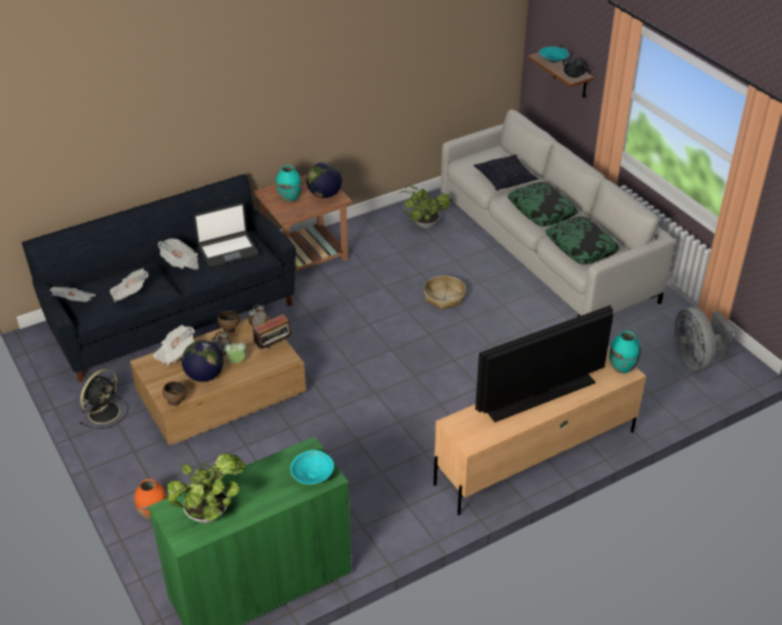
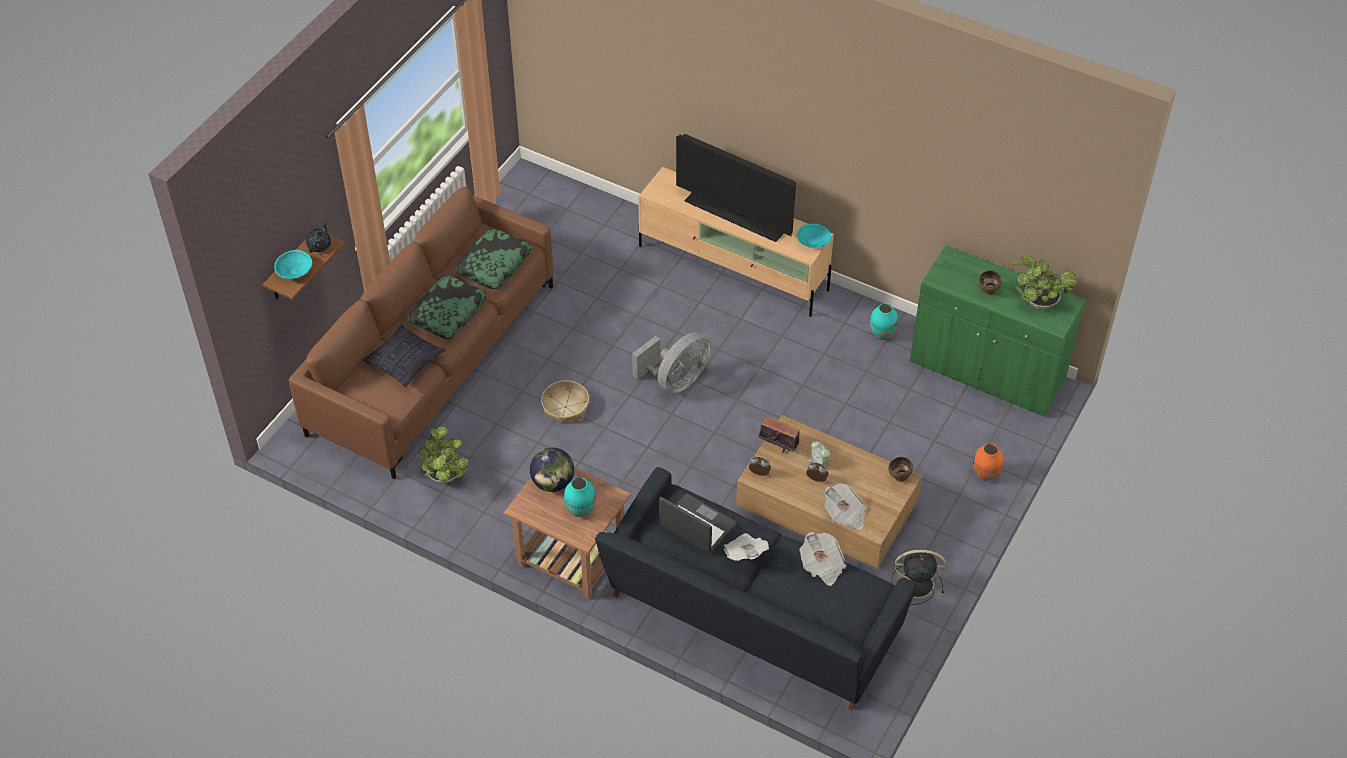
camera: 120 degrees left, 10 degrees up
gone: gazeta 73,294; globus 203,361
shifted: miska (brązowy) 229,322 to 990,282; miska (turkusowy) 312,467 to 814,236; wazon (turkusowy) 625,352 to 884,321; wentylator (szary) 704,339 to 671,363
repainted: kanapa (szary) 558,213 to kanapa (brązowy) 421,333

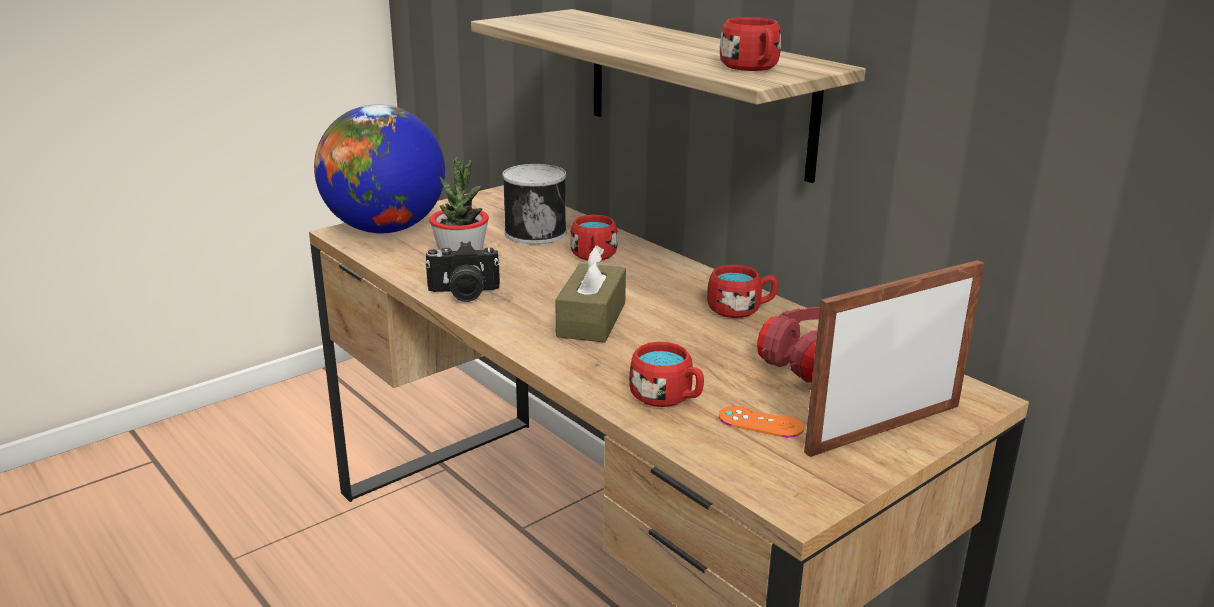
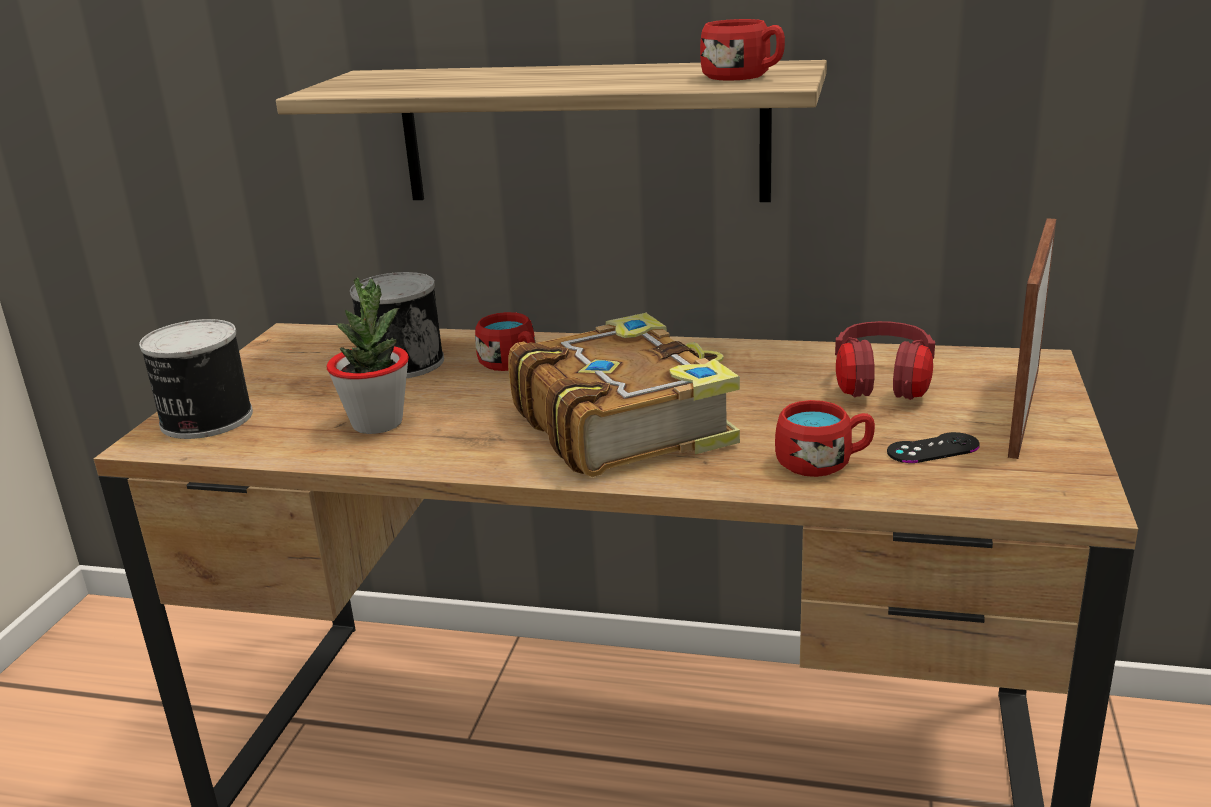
camera: 35 degrees left, 0 degrees up
gone: aparat fotograficzny 462,272; kubek (czerwony) 742,291
swapped: globus 379,168 to puszka 196,379; pudełko chusteczek (brązowy) 590,294 to książka 624,395
repainted: pad do gier (pomarańczowy) 761,422 to pad do gier (czarny) 933,447

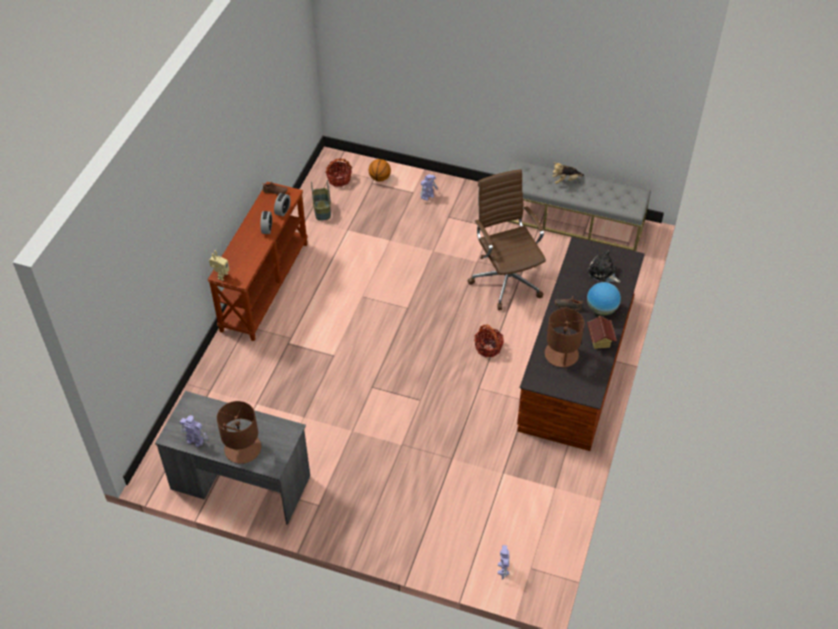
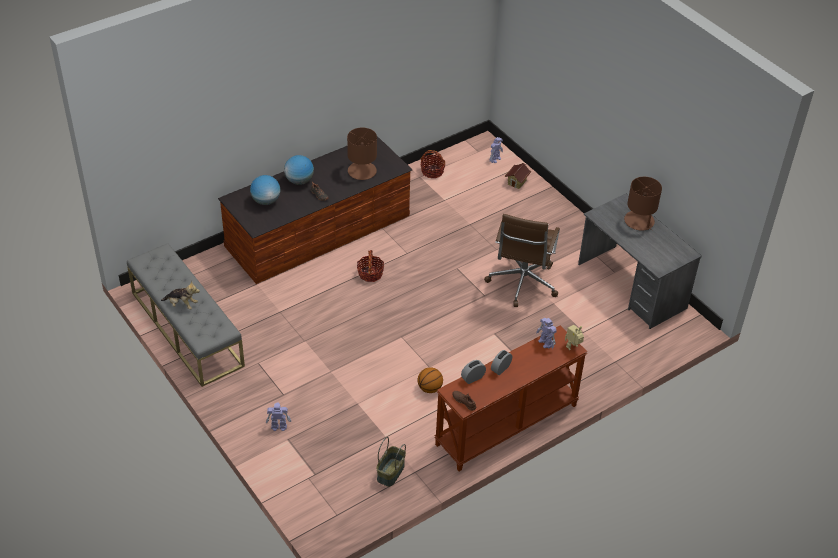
camera: 145 degrees left, 5 degrees down
shifted: robot zabawkowy 193,431 to 546,333; koszyk 339,172 to 432,164; piłka do koszykówki 380,170 to 430,380; krzesło biurowe (brązowy) 506,239 to 522,260; domek 602,332 to 518,176
swapped: pluszak 604,266 to globus 265,190

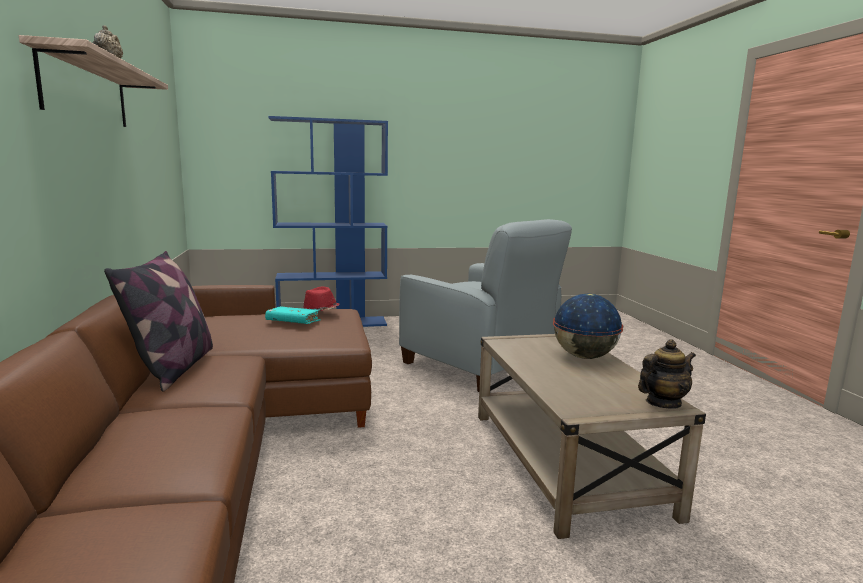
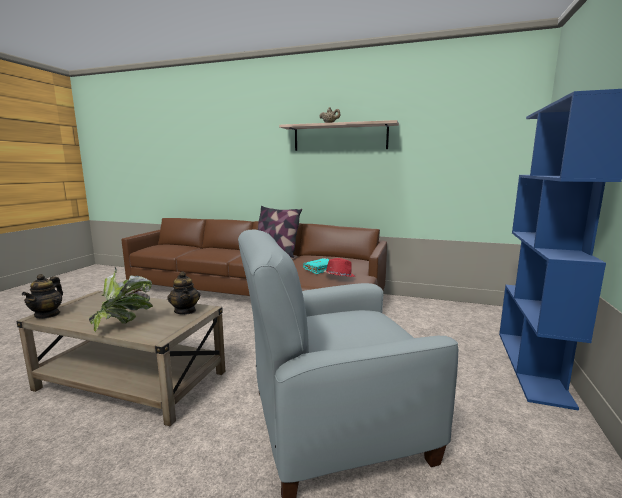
camera: 120 degrees right, 0 degrees up
new: imbryk 183,293
swapped: globus 588,326 to roślina doniczkowa 121,299

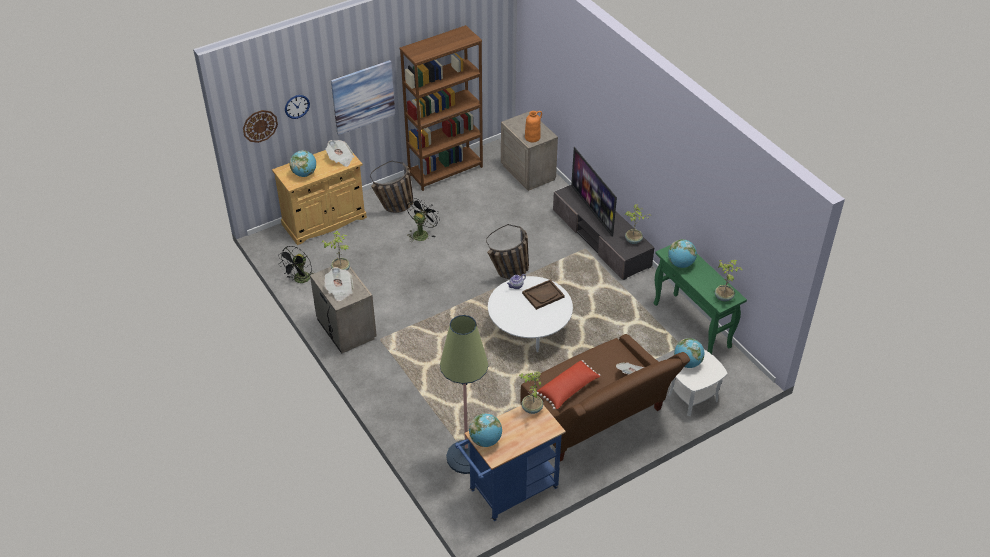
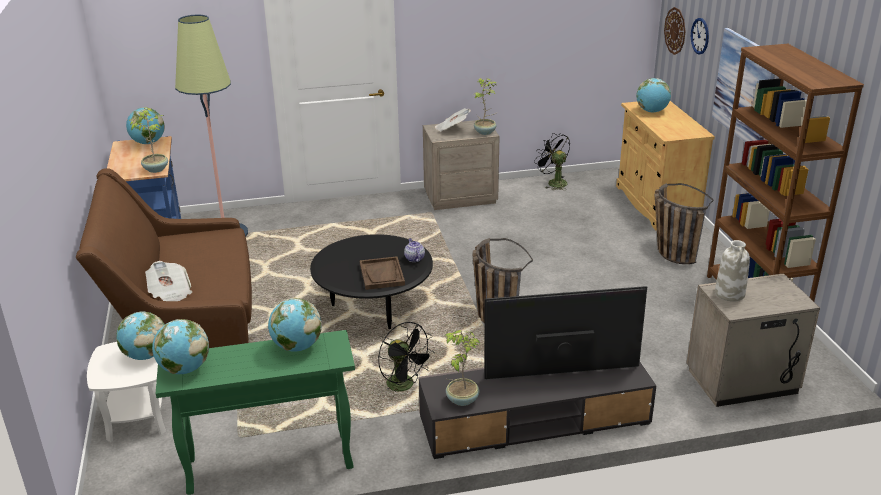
camera: 110 degrees right, 15 degrees down
gone: gazeta 340,153; poduszka (czerwony) 568,384
shifted: wentylator (czarny) 423,220 to 406,356
swapped: roślina doniczkowa 728,281 to globus 180,346
repainted: ława (biały) 530,314 to ława (czarny) 371,281; wazon (pomarańczowy) 533,126 to wazon (biały) 732,271

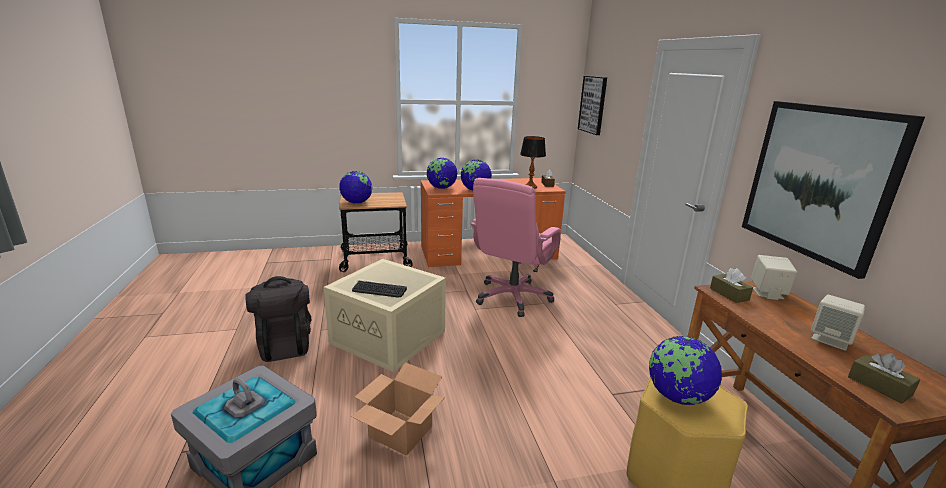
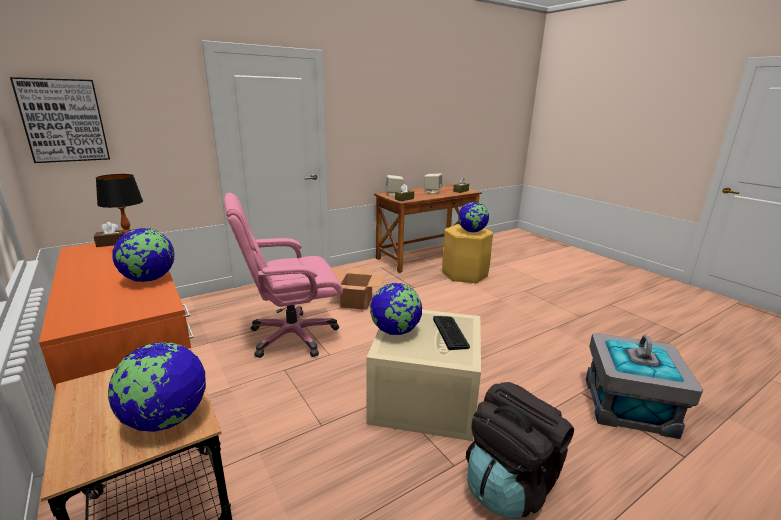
camera: 110 degrees left, 0 degrees up
gone: obraz 833,190
shifted: karton 398,409 to 359,288; globus 442,173 to 396,309
rotated: krzesło biurowe (różowy) 516,247 = 283,275 150 degrees clockwise

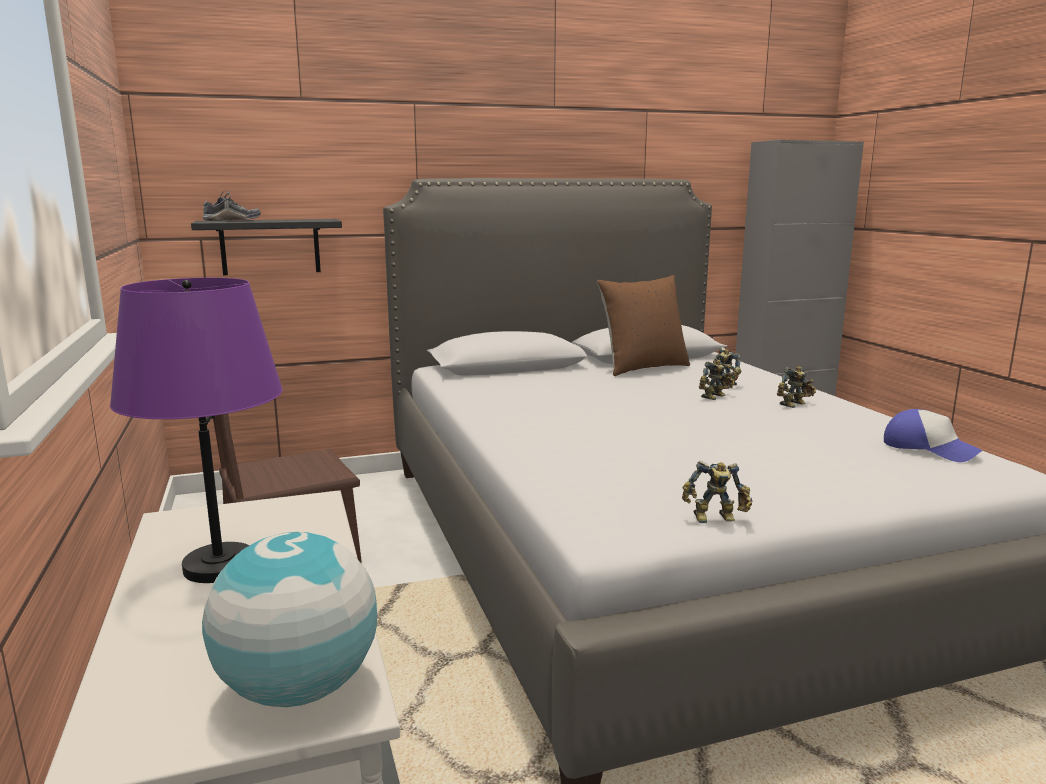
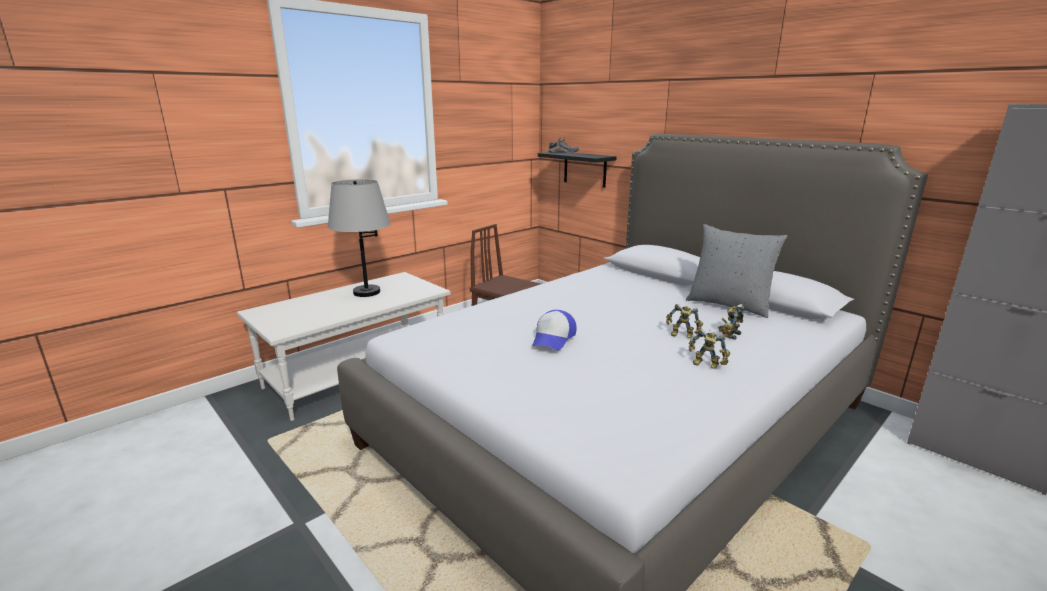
camera: 65 degrees right, 5 degrees up
gone: globus 289,619; robot zabawkowy 717,492
shifted: czapka z daszkiem 933,435 to 555,330
repainted: lampa stołowa (fioletowy) 196,430 to lampa stołowa (szary) 359,238; poduszka (brązowy) 643,325 to poduszka (szary) 736,271

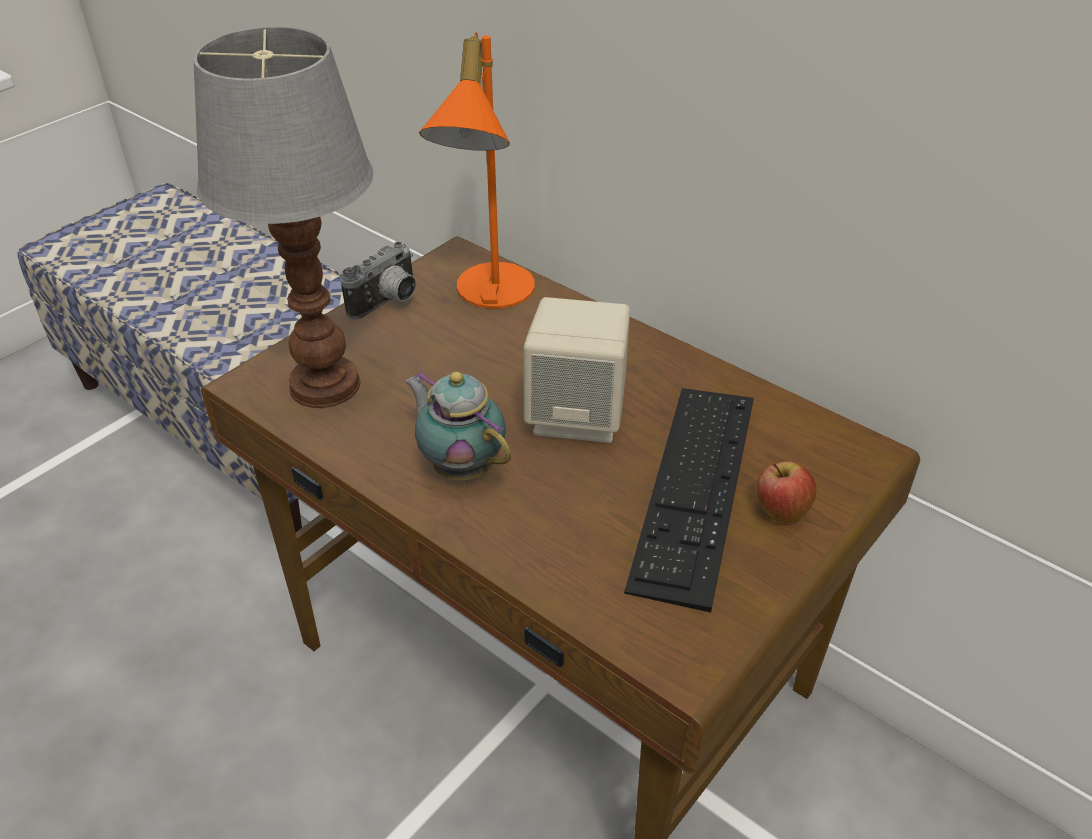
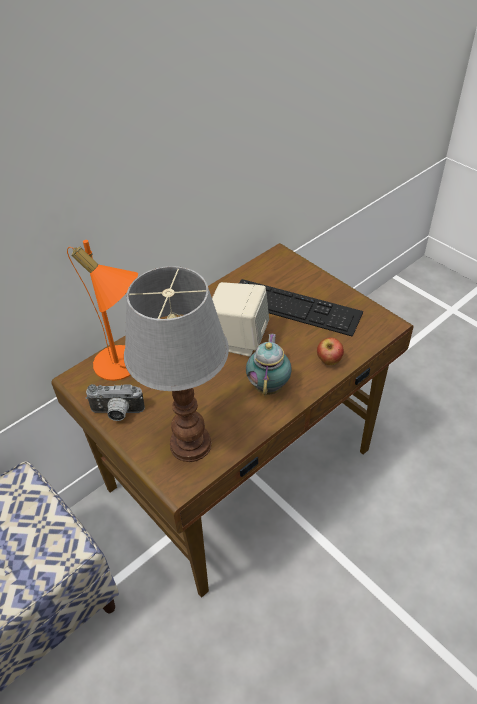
camera: 80 degrees left, 5 degrees up
shifted: jabłko 787,492 to 330,351
rotated: aparat fotograficzny 378,280 = 115,402 135 degrees clockwise; imbryk 458,426 = 269,365 135 degrees clockwise

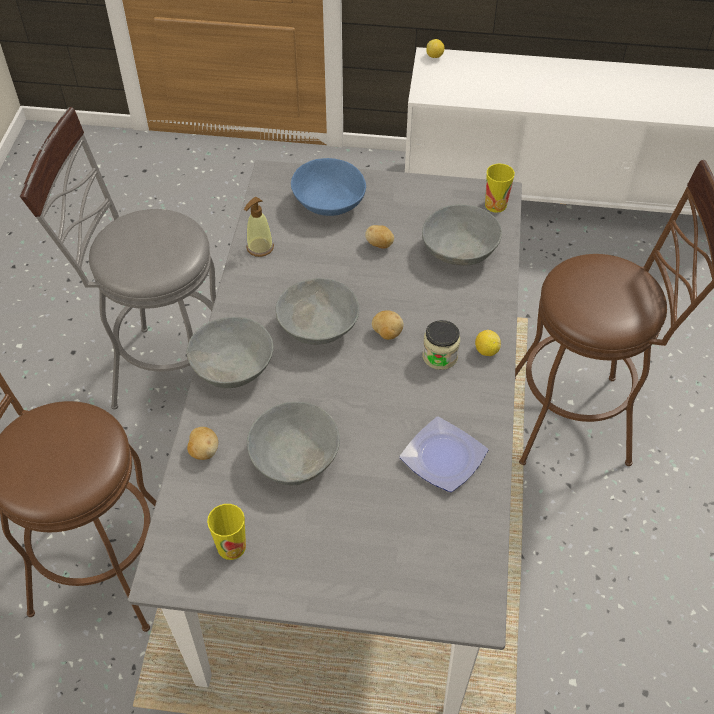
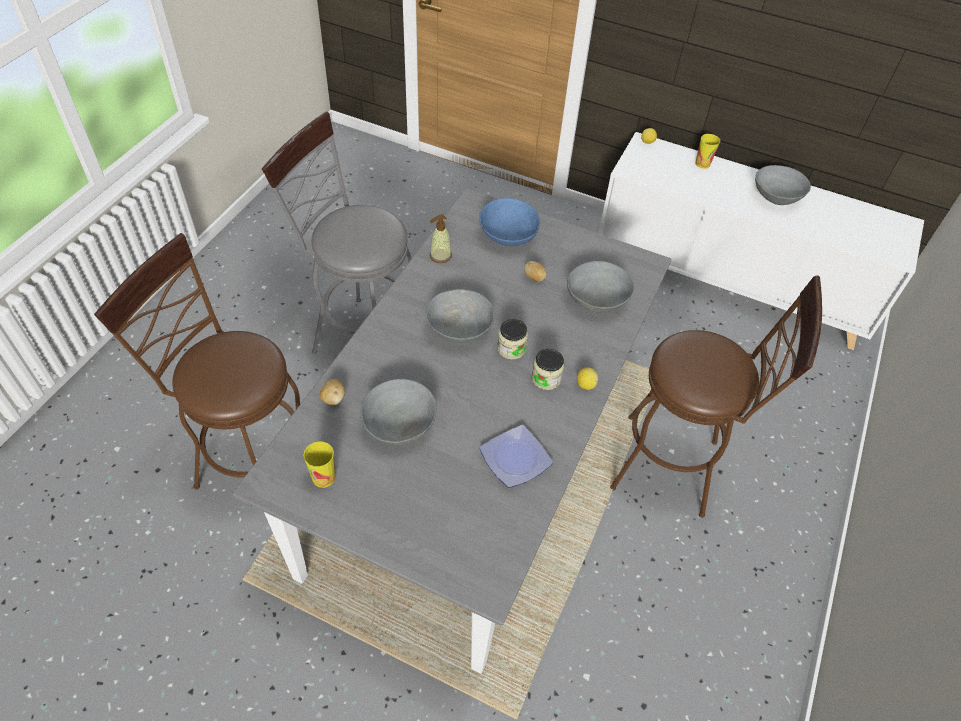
camera: 15 degrees right, 0 degrees up
shifted: miska (szary) 230,352 to 783,185; filiżanka 500,188 to 707,151
swapped: ziemniak 388,325 to słoik 512,339

